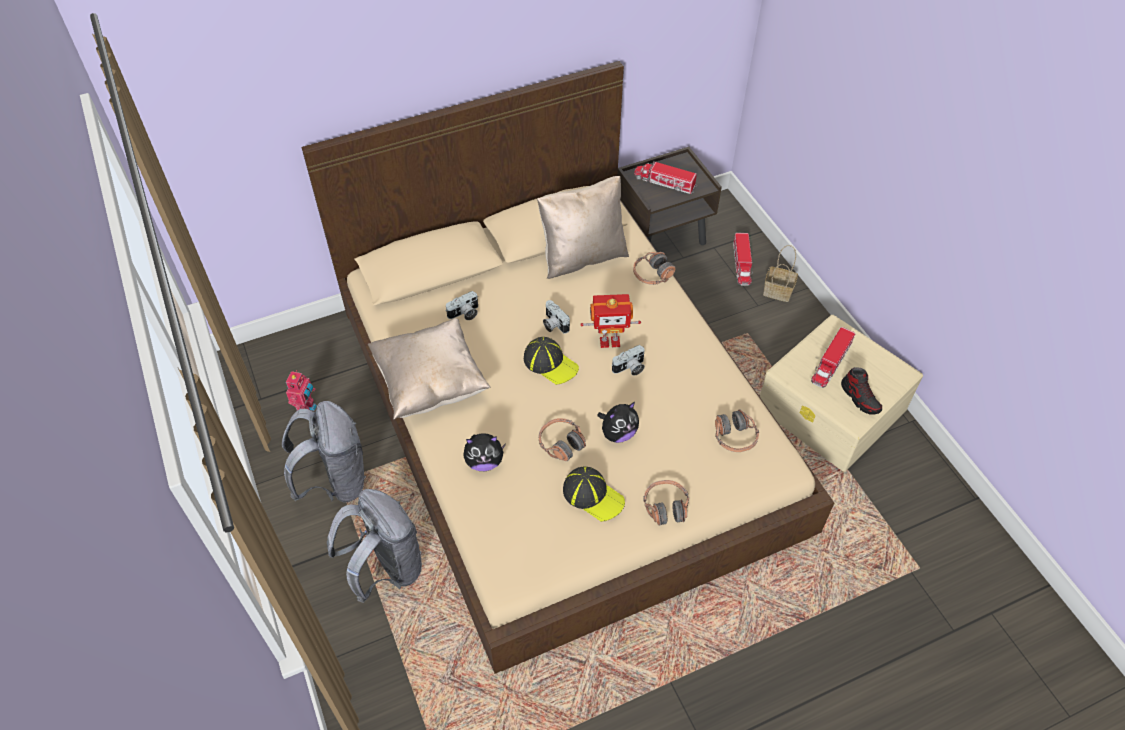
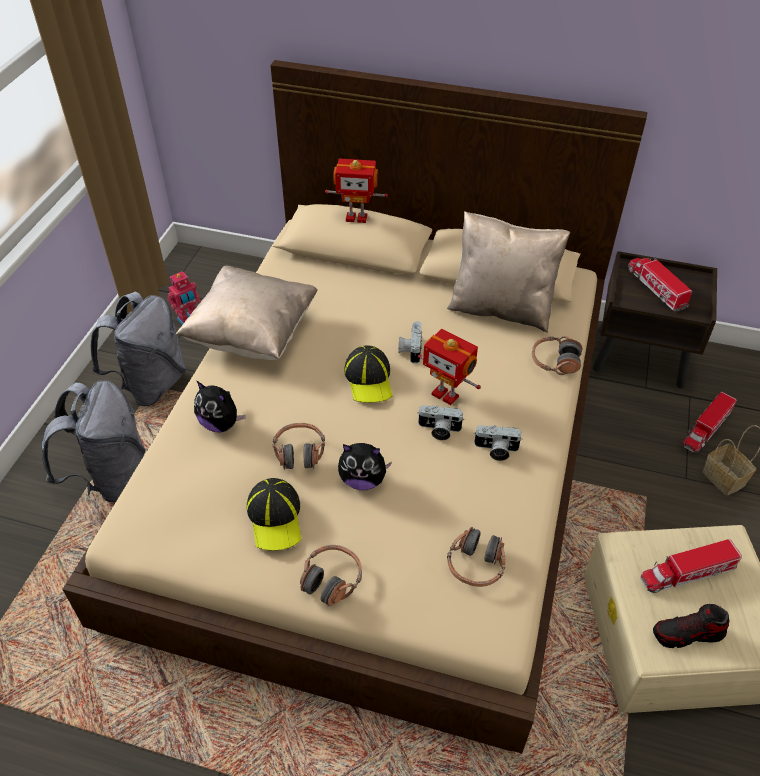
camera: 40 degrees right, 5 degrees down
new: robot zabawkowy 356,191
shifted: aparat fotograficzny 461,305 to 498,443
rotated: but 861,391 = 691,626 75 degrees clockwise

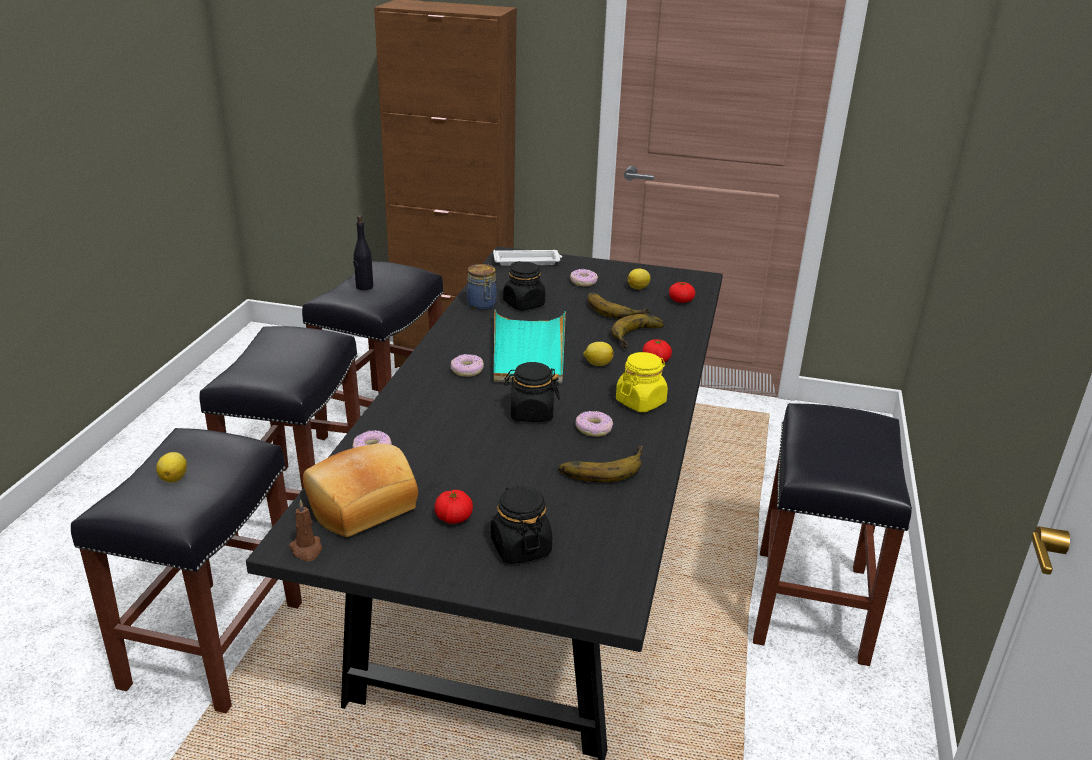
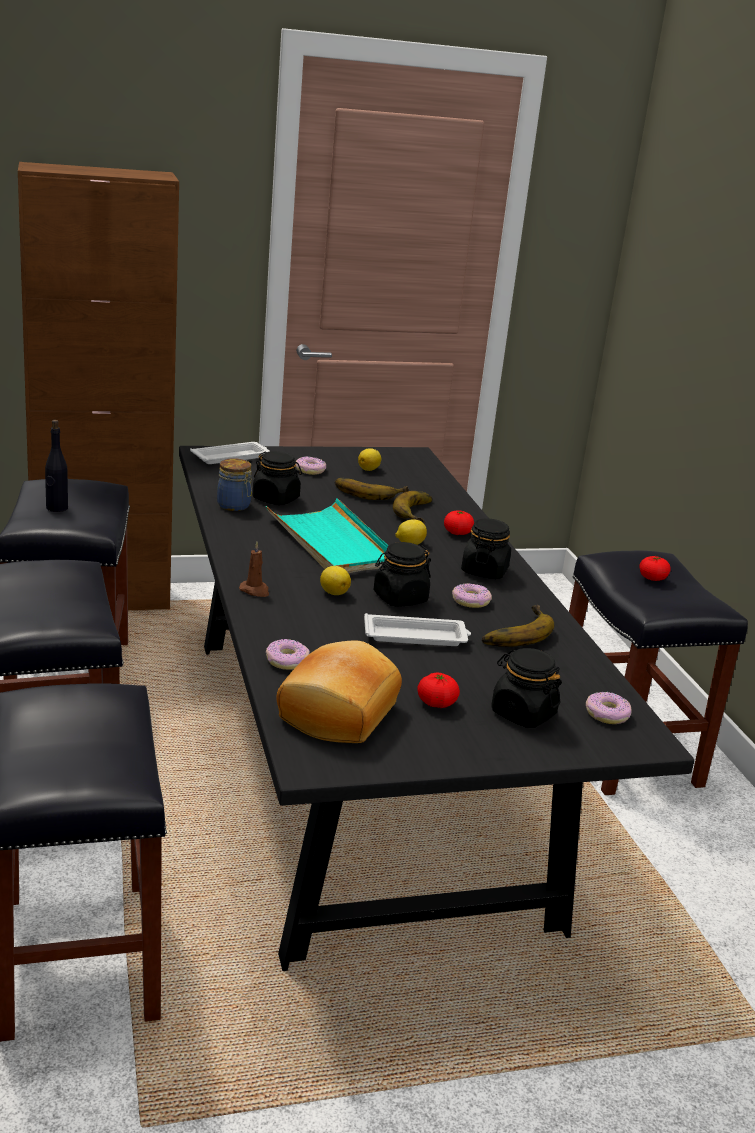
camera: 30 degrees left, 5 degrees down
new: taca (biały) 417,629
shifted: cytryna 171,467 to 335,580; świeca (brązowy) 305,530 to 254,569; donut 467,365 to 609,708; pomidor 682,292 to 655,568
repainted: słoik (żółty) 642,382 to słoik (czarny) 486,548

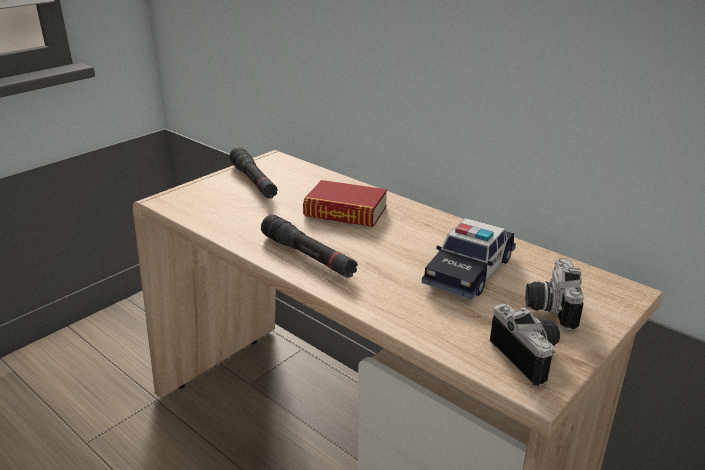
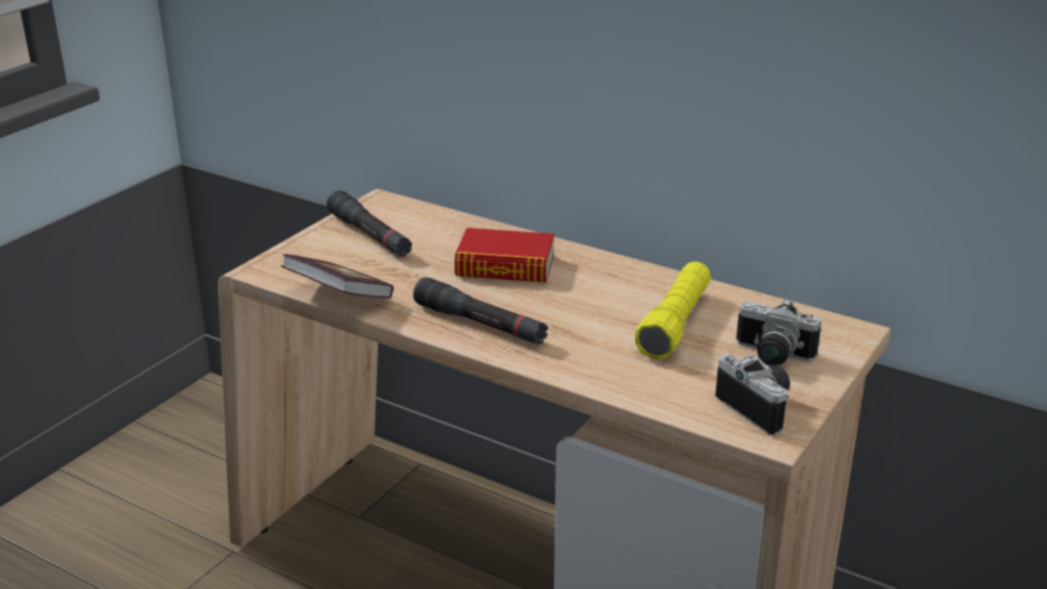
camera: 10 degrees left, 0 degrees up
new: książka 337,276
swapped: samochodzik 469,259 to latarka (żółty) 673,310
rotated: aparat fotograficzny 554,294 = 778,332 60 degrees counterclockwise

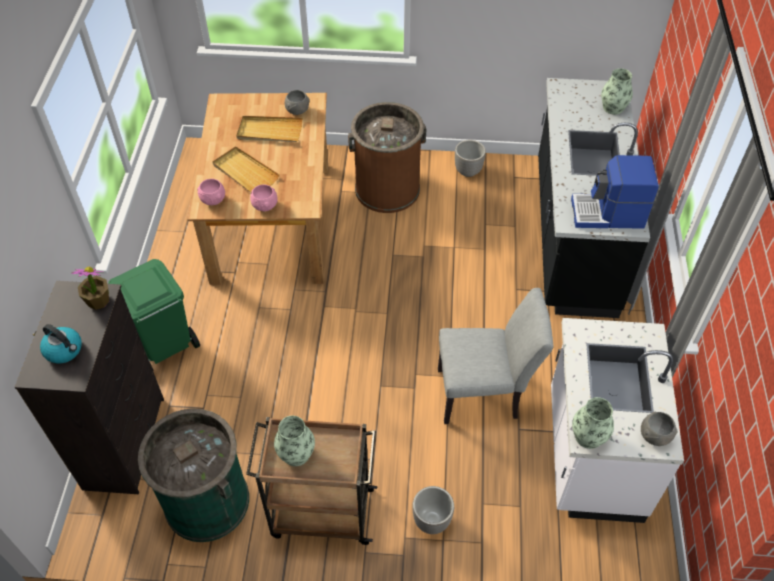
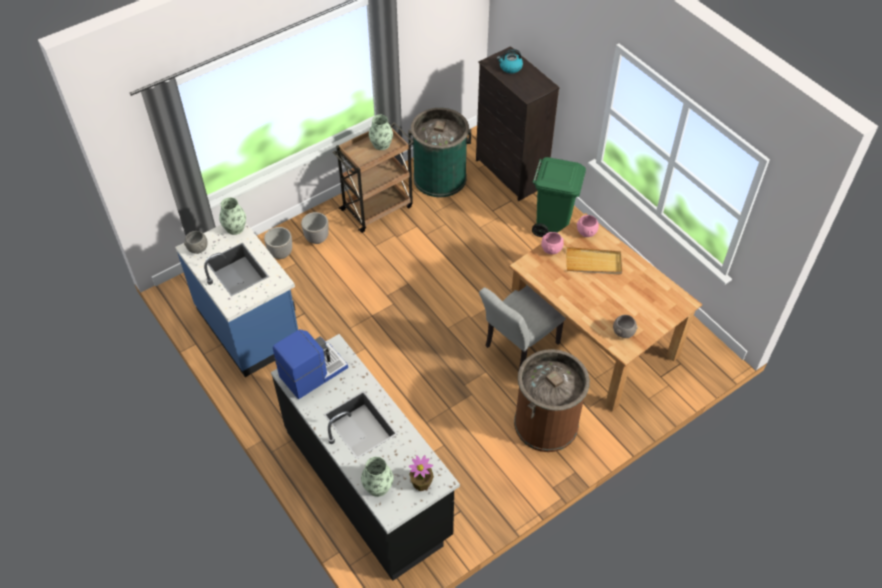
camera: 140 degrees right, 0 degrees up
gone: taca (beżowy) 269,129
shifted: roślina doniczkowa 90,288 to 421,473; krzesło (szary) 495,356 to 522,328; donica 470,158 to 278,243
repainted: zabudowa kuchenna (biały) 617,420 to zabudowa kuchenna (niebieski) 236,300

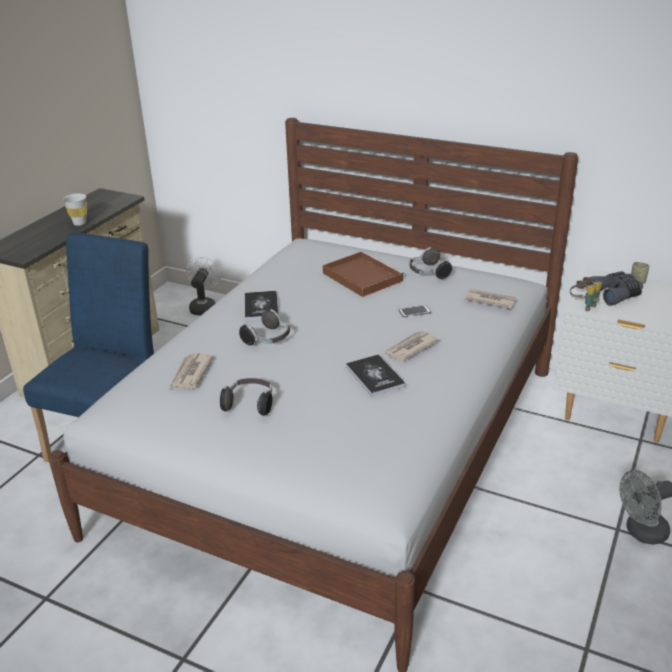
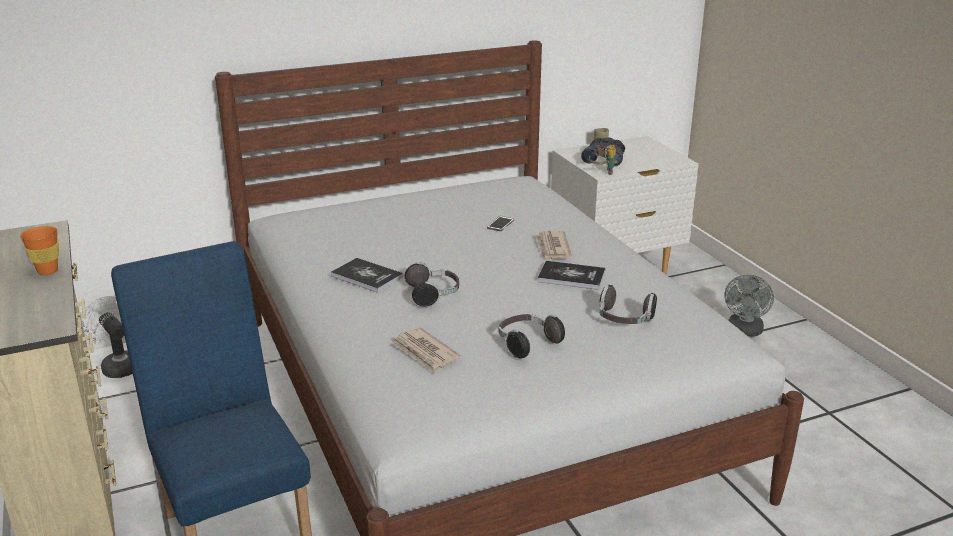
camera: 50 degrees left, 5 degrees down
gone: taca (brązowy) 364,274; gazeta 490,299
shifted: słuchawki 431,263 to 628,304
repainted: filiżanka (biały) 75,210 to filiżanka (pomarańczowy) 39,250

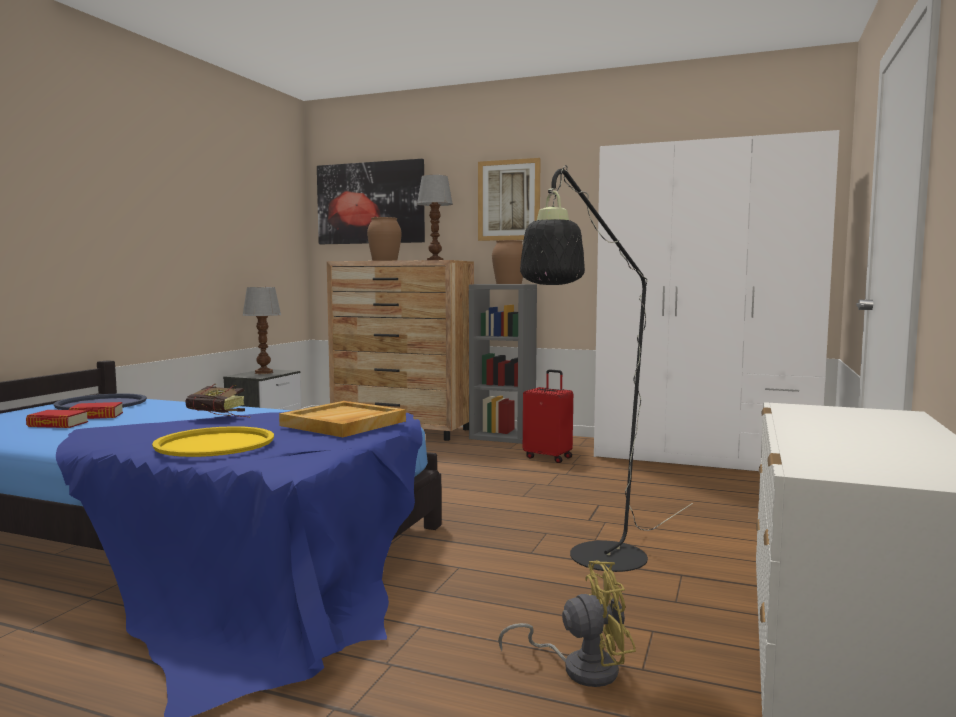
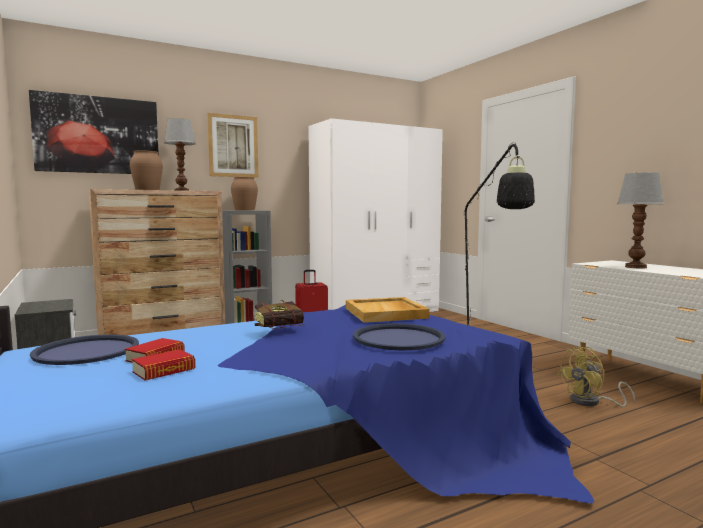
camera: 50 degrees left, 0 degrees up
shifted: lampa stołowa 261,330 to 640,220
repainted: taca (żółty) 213,441 to taca (niebieski) 399,336
rotated: wentylator (żółty) 567,623 = 596,377 150 degrees counterclockwise

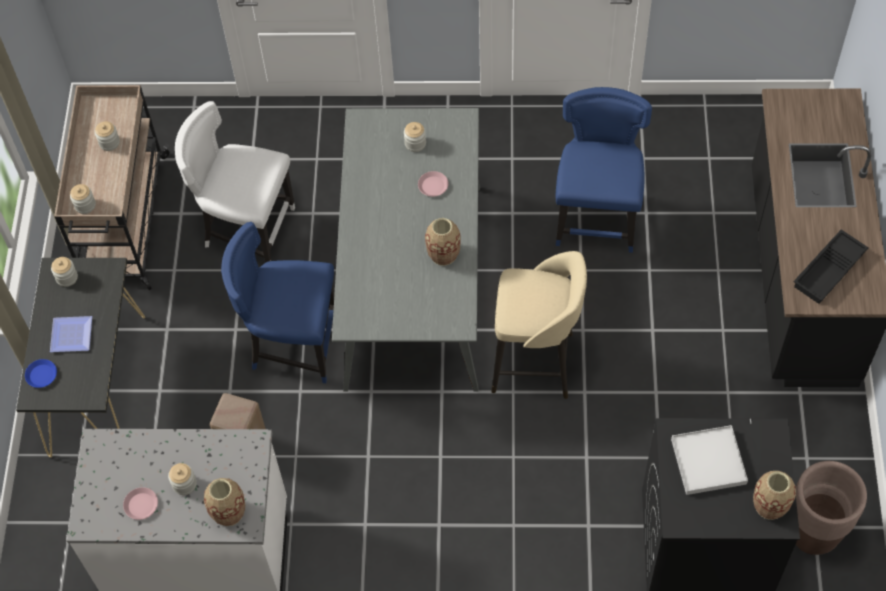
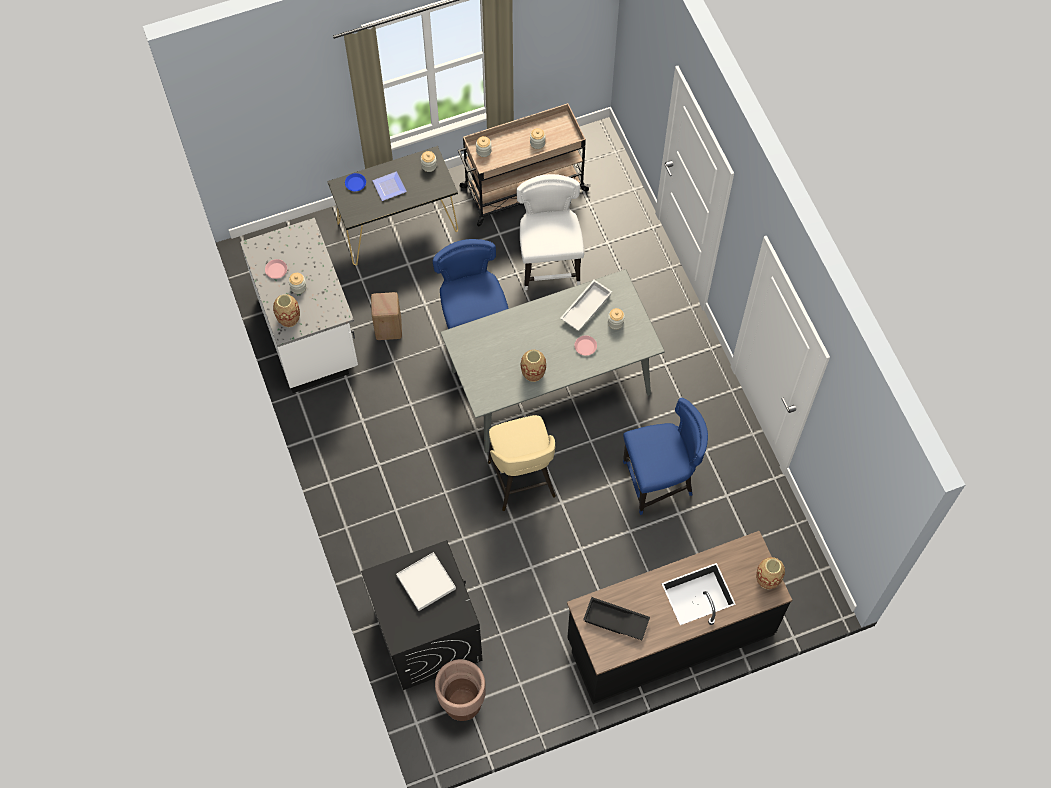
camera: 65 degrees right, 5 degrees up
new: taca (biały) 586,305
shifted: wazon 774,495 to 770,573

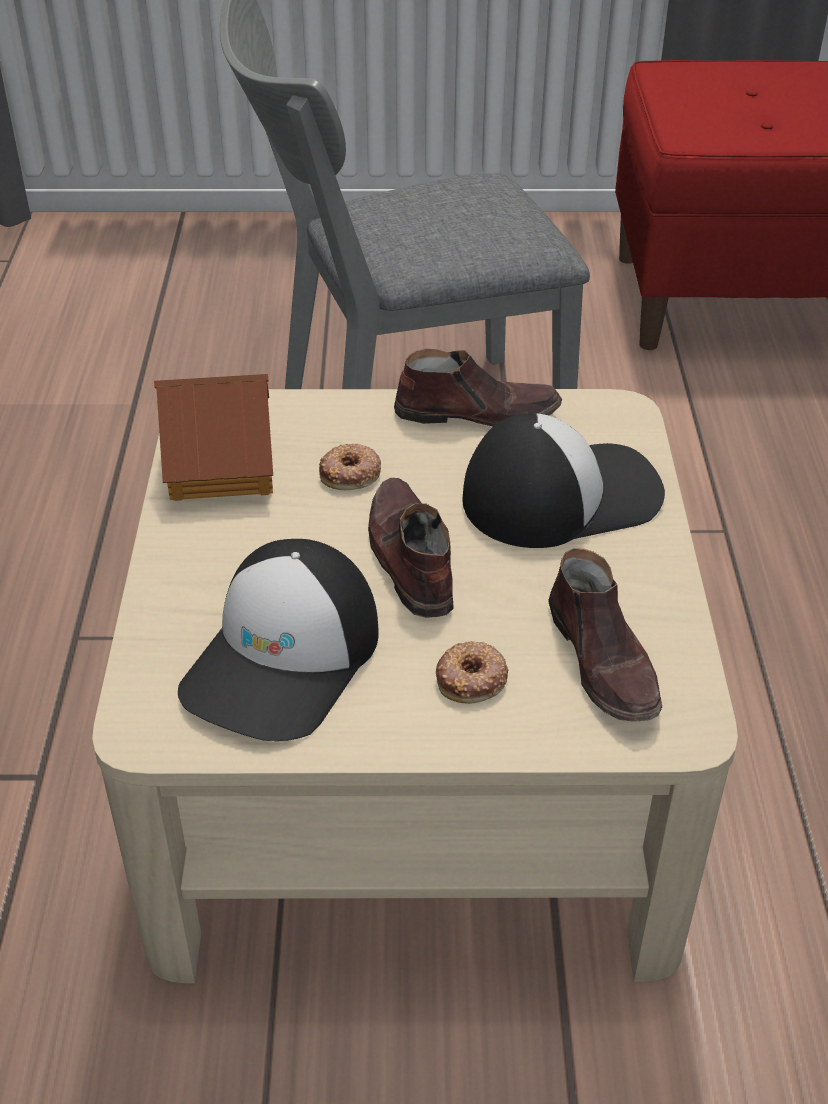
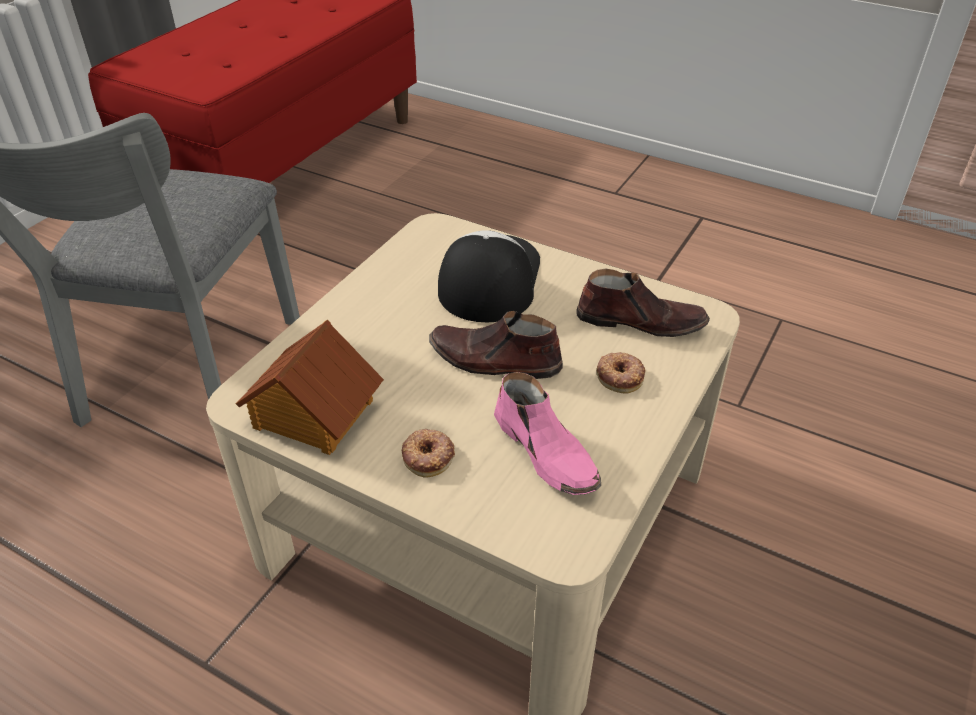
camera: 60 degrees left, 0 degrees up
gone: but (brązowy) 478,387
shifted: donut 350,467 to 428,453
swapped: czapka z daszkiem 278,640 to but (różowy) 547,433

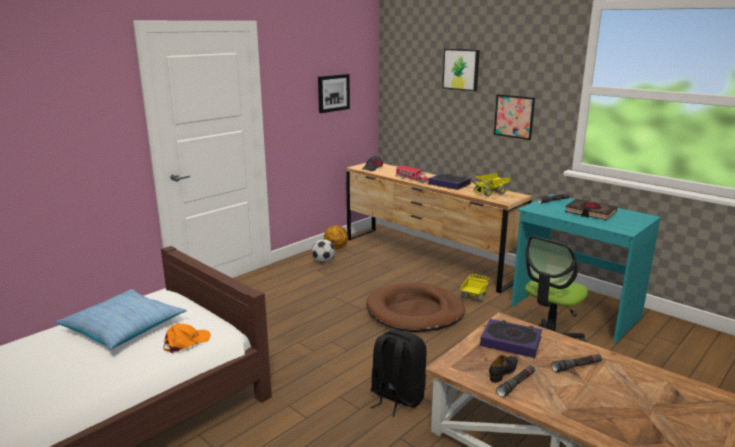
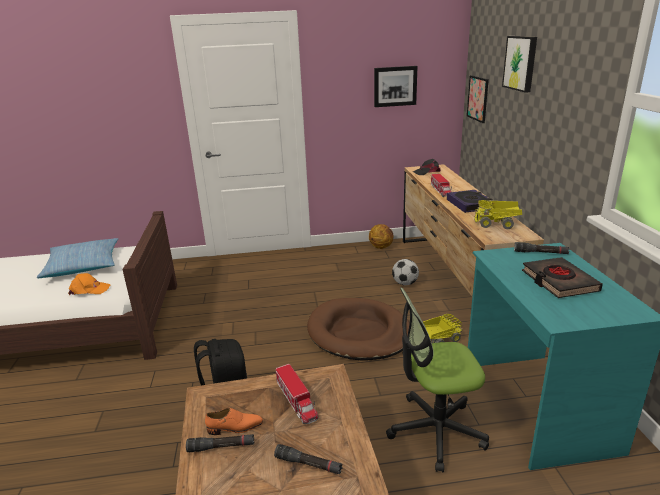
camera: 40 degrees right, 5 degrees up
shifted: piłka futbolowa 323,251 to 405,272; obraz 514,117 to 478,99
swapped: książka 511,338 to ciężarówka zabawkowa 297,394
repainted: but (czarny) 503,369 to but (pomarańczowy) 234,421

